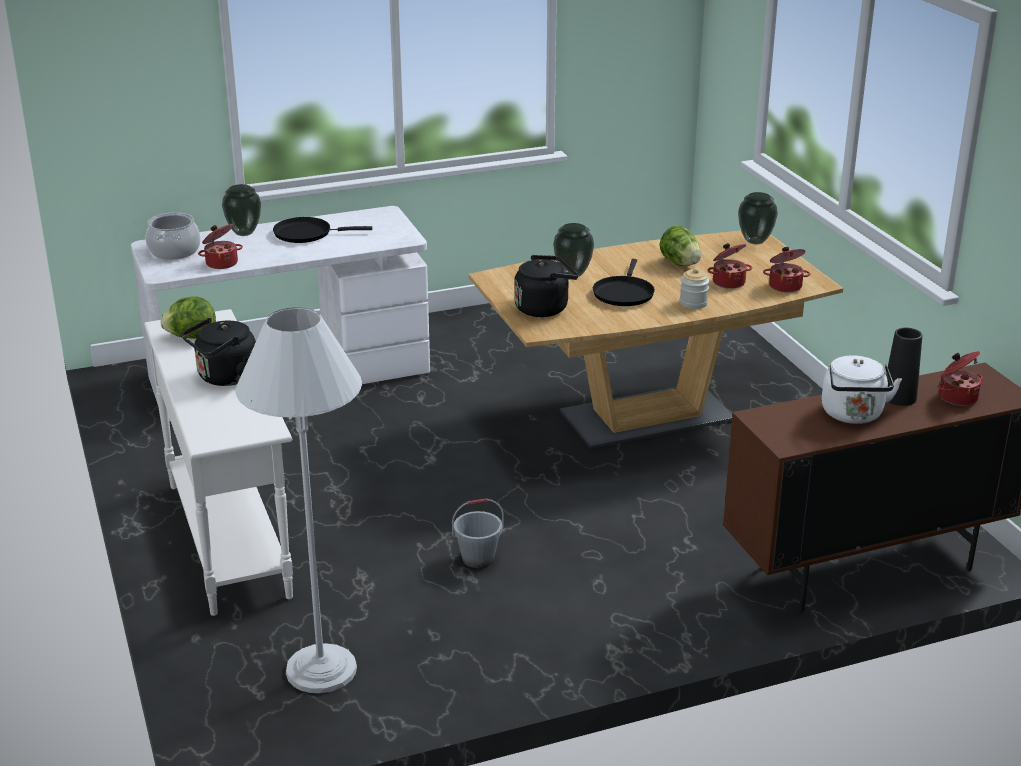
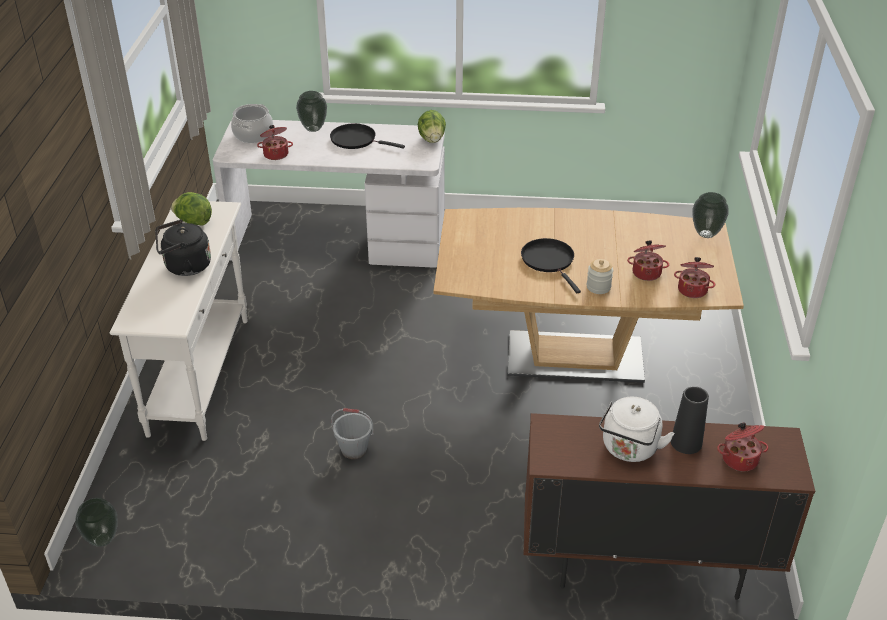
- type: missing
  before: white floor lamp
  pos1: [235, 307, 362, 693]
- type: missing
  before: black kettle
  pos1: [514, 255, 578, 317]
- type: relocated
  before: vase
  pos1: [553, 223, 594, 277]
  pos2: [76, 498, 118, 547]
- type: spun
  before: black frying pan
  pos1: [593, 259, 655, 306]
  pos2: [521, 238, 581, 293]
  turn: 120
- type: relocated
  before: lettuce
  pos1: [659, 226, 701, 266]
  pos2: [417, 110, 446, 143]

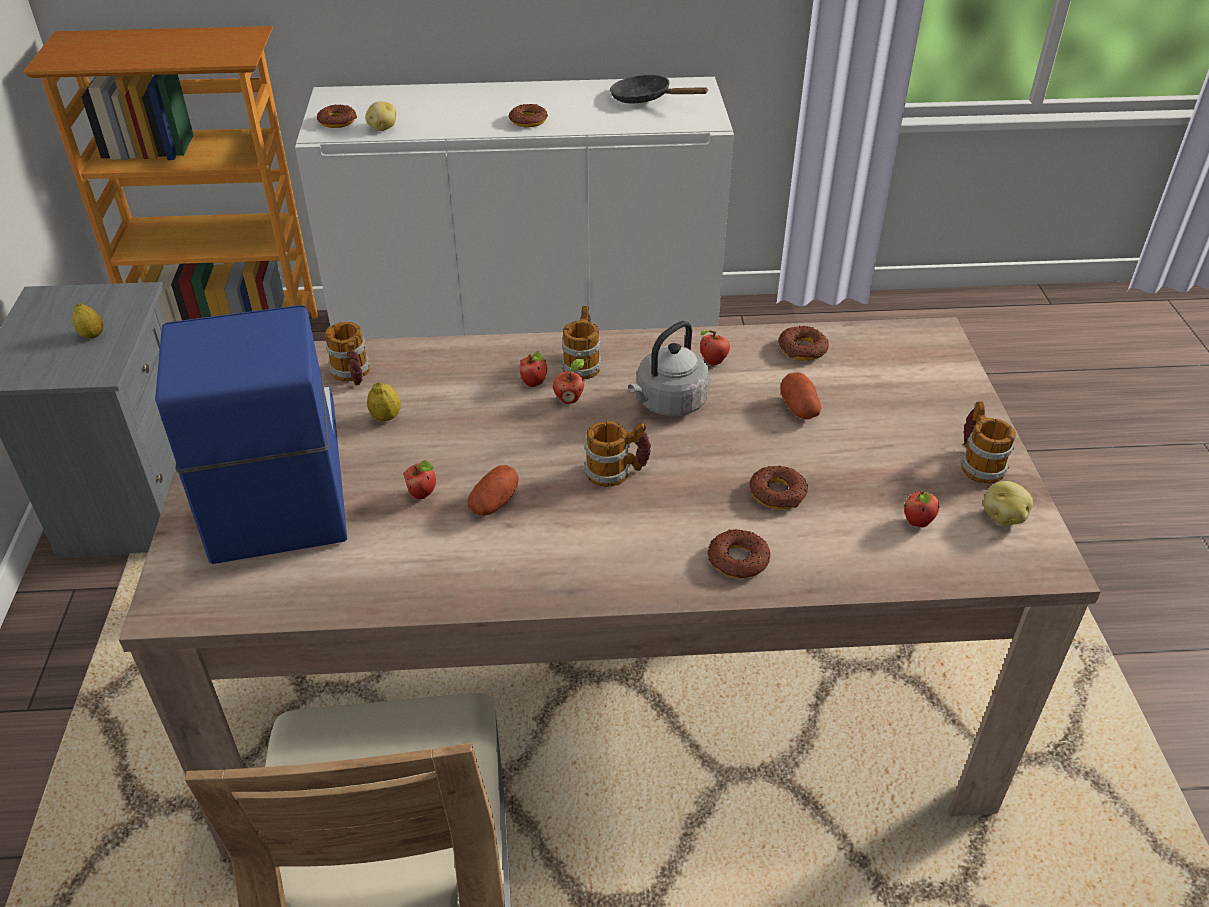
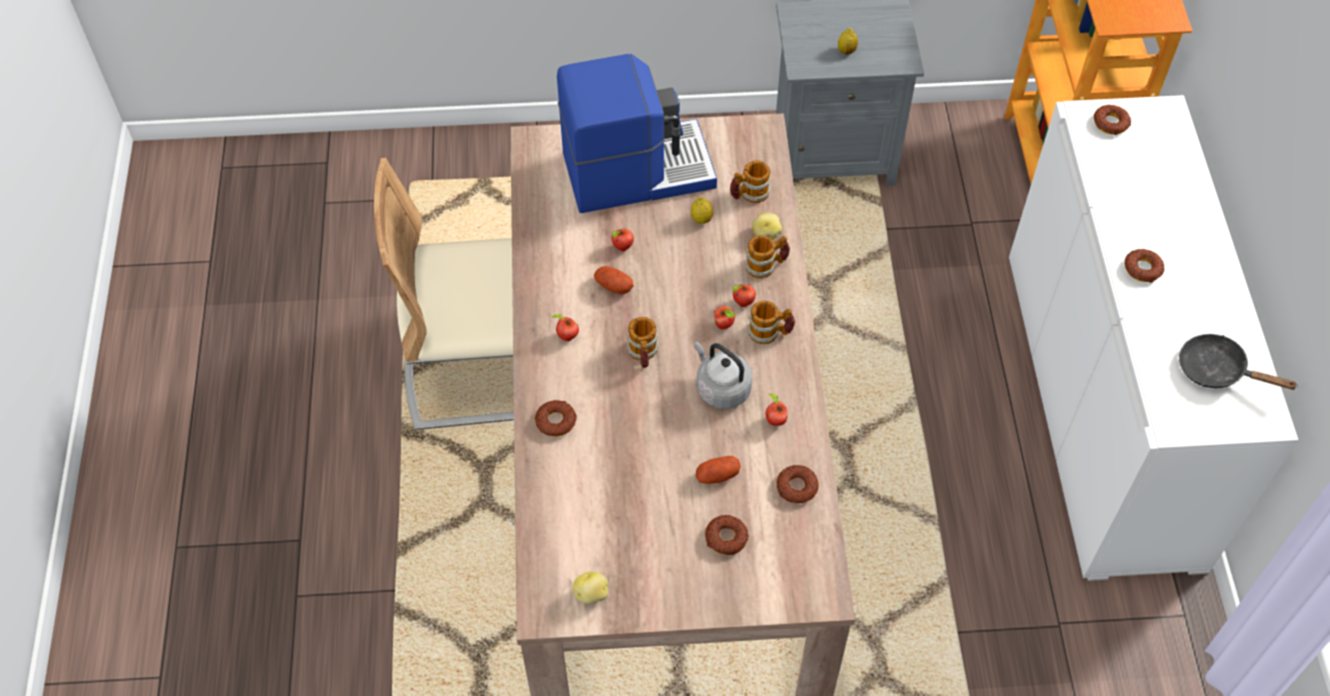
- type: relocated
  before: potato
  pos1: [365, 101, 396, 131]
  pos2: [751, 213, 782, 240]
- type: spun
  before: black frying pan
  pos1: [610, 74, 709, 103]
  pos2: [1179, 334, 1298, 390]
  turn: -90
- type: relocated
  before: donut
  pos1: [749, 466, 808, 509]
  pos2: [705, 515, 749, 555]
- type: relocated
  before: apple
  pos1: [904, 491, 939, 527]
  pos2: [552, 314, 579, 341]
- type: relocated
  before: mug
  pos1: [961, 401, 1016, 484]
  pos2: [745, 235, 790, 278]

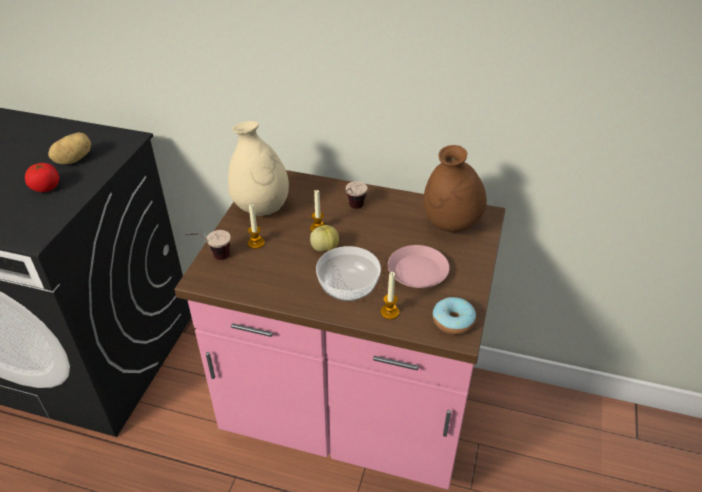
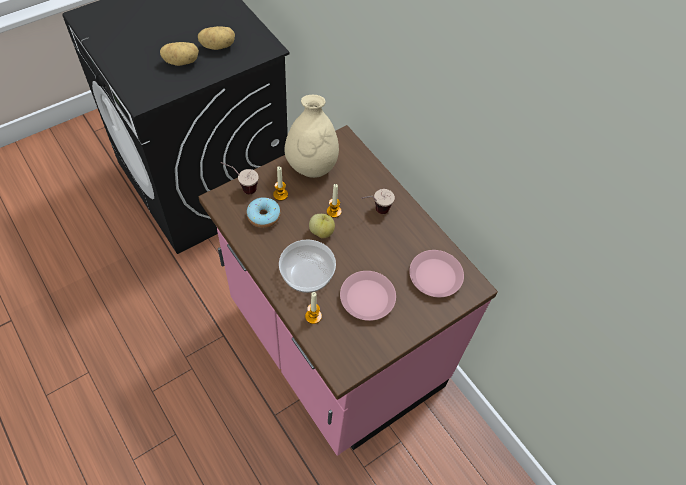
- type: exchanged
  before: tomato
  after: potato
  pos1: [25, 163, 59, 192]
  pos2: [160, 42, 199, 66]
- type: exchanged
  before: brown vase
  after: pink plate
  pos1: [423, 145, 487, 232]
  pos2: [409, 250, 464, 297]
- type: relocated
  before: donut
  pos1: [433, 297, 476, 335]
  pos2: [247, 198, 281, 228]

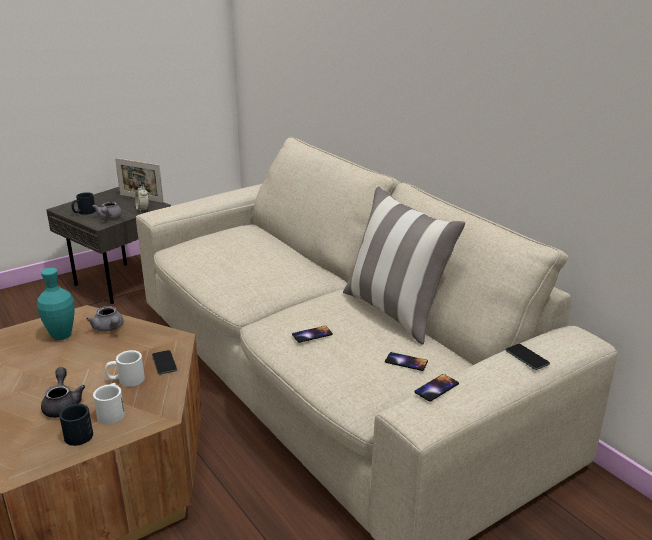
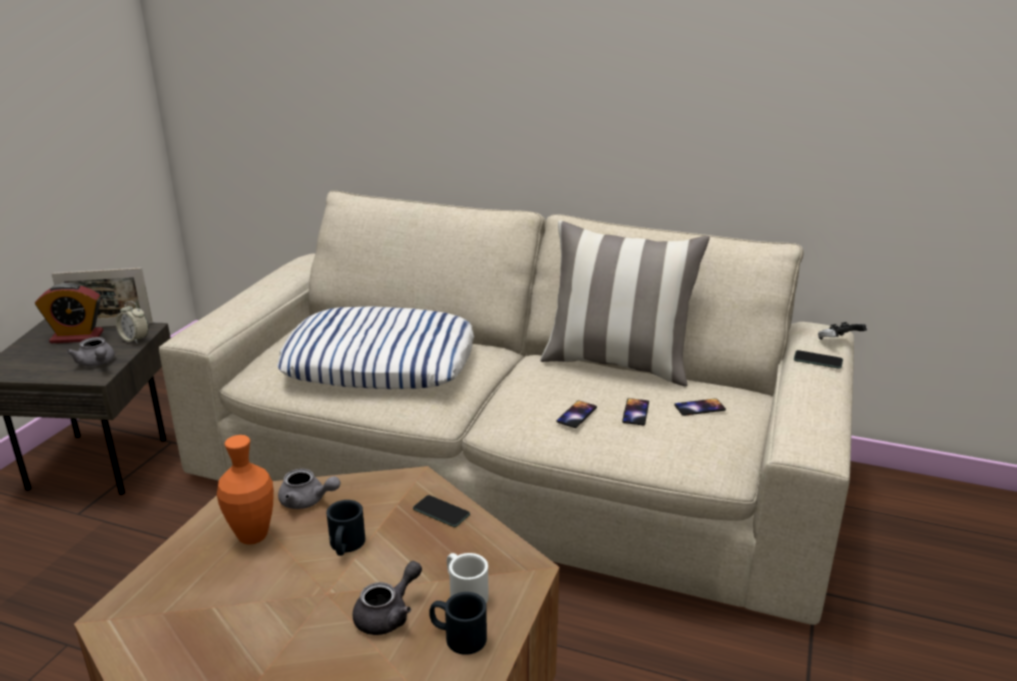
- type: colour
  before: turquoise vase
  after: orange vase
  pos1: [37, 268, 74, 340]
  pos2: [217, 435, 274, 545]
- type: spun
  before: grey teapot
  pos1: [41, 367, 85, 418]
  pos2: [353, 561, 422, 635]
  turn: 90
- type: relocated
  before: black mug
  pos1: [72, 192, 96, 215]
  pos2: [326, 500, 365, 556]
- type: missing
  before: white mug
  pos1: [105, 350, 145, 387]
- type: relocated
  before: phone
  pos1: [414, 374, 459, 402]
  pos2: [622, 398, 649, 425]
- type: appeared
  after: alarm clock
  pos2: [35, 283, 103, 343]
- type: appeared
  after: pillow
  pos2: [277, 307, 474, 389]
- type: appeared
  after: game controller
  pos2: [818, 322, 867, 340]

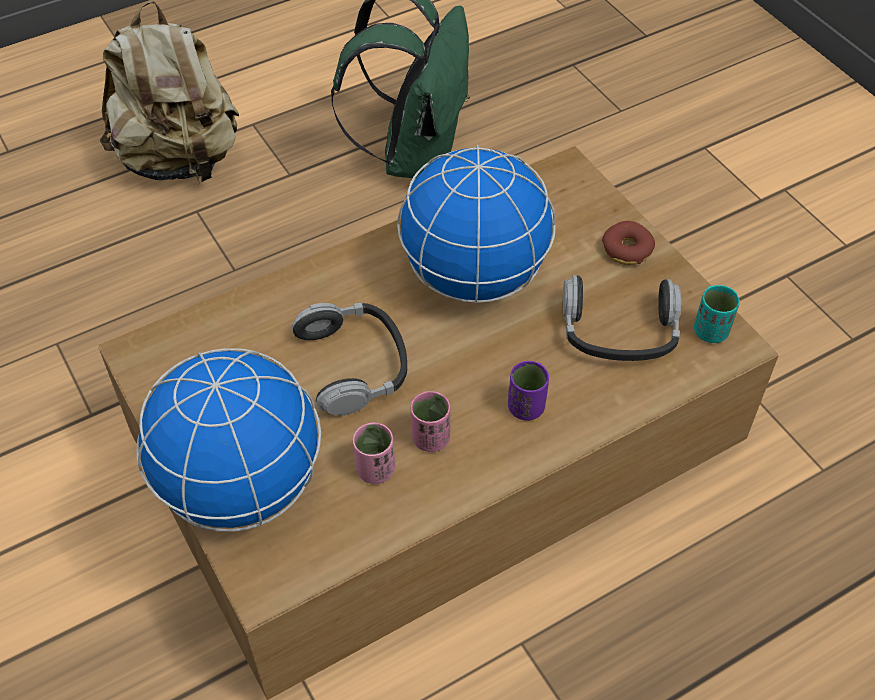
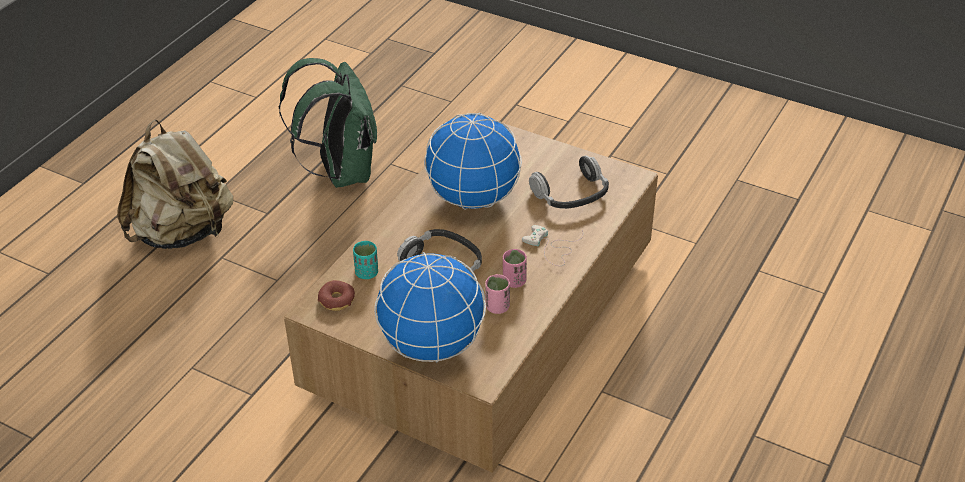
- type: exchanged
  before: purple cup
  after: white game controller
  pos1: [508, 361, 549, 420]
  pos2: [522, 225, 583, 266]
- type: relocated
  before: donut
  pos1: [602, 221, 655, 265]
  pos2: [318, 280, 355, 311]
- type: relocated
  before: turquoise cup
  pos1: [694, 285, 740, 343]
  pos2: [353, 241, 378, 279]

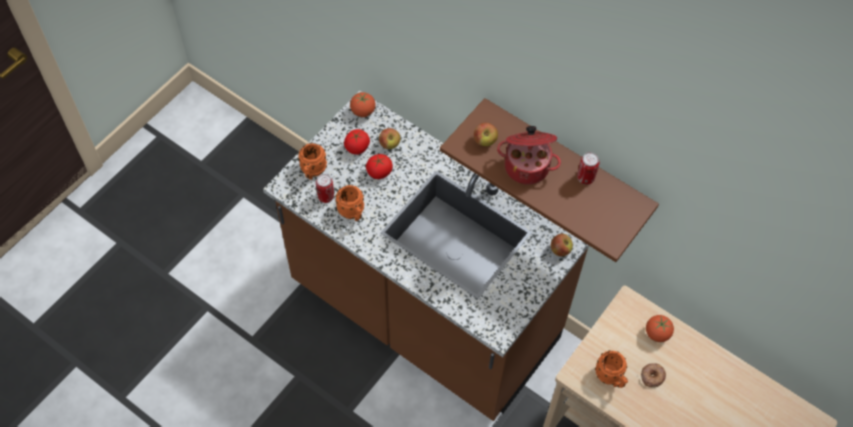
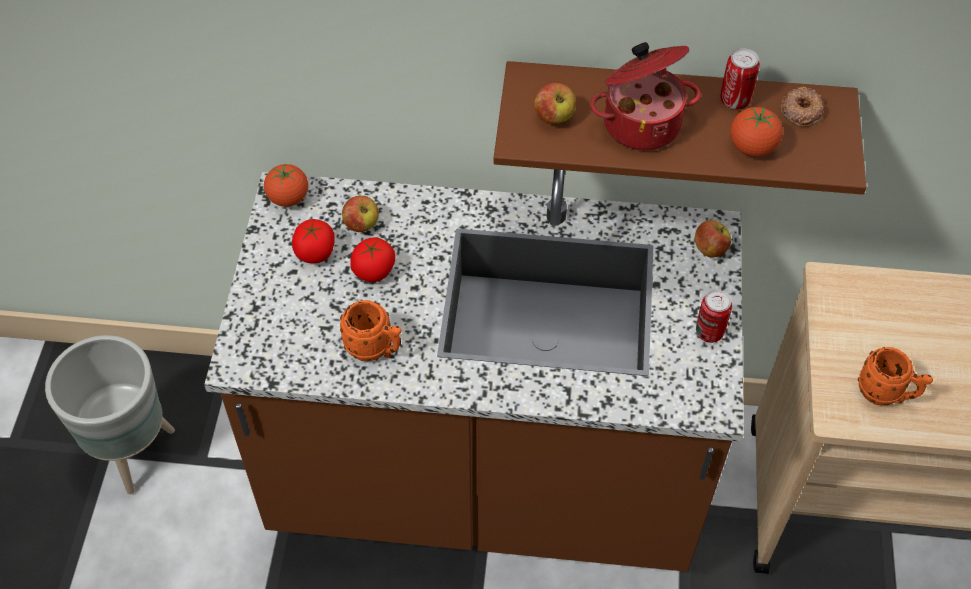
- type: missing
  before: orange mug
  pos1: [298, 143, 327, 180]
- type: relocated
  before: can
  pos1: [316, 174, 334, 203]
  pos2: [696, 290, 732, 343]
- type: relocated
  before: donut
  pos1: [641, 363, 666, 388]
  pos2: [781, 87, 824, 127]
- type: relocated
  before: tomato
  pos1: [646, 315, 674, 342]
  pos2: [730, 107, 783, 157]
- type: appeared
  after: grey planter
  pos2: [45, 335, 175, 494]

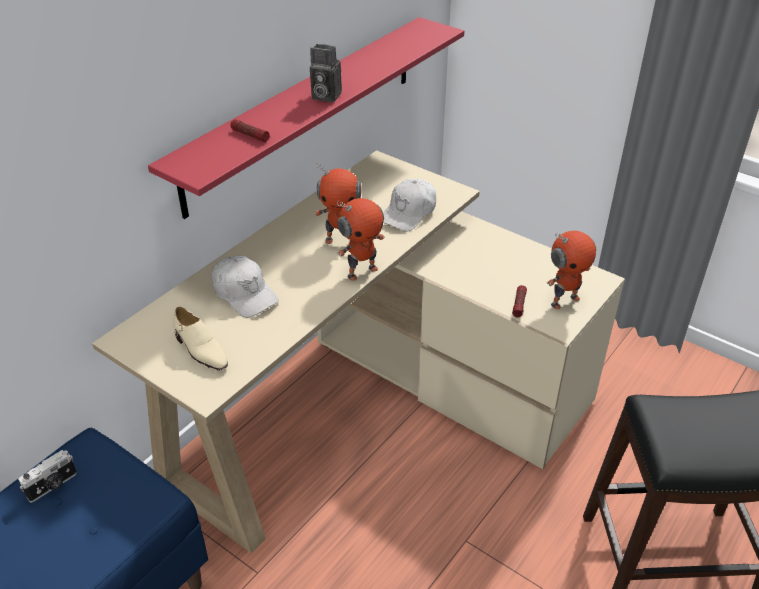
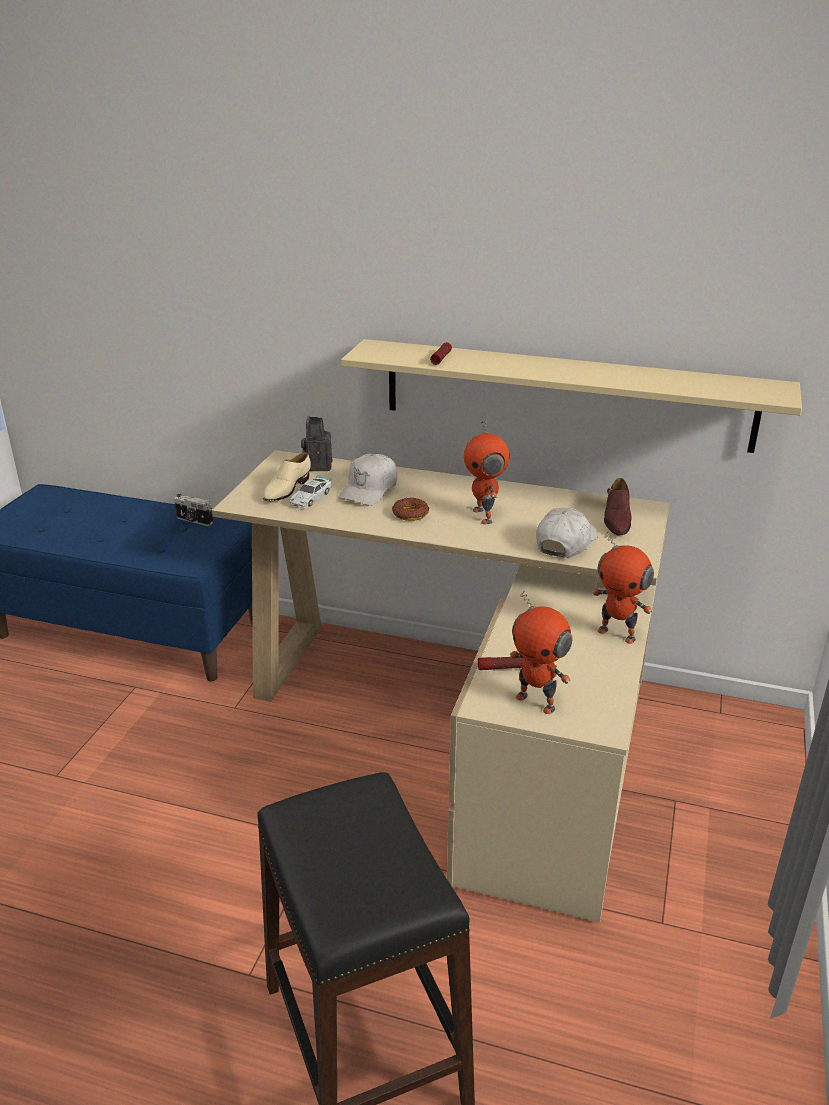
- type: colour
  before: red shelf
  after: beige shelf
  pos1: [148, 17, 464, 219]
  pos2: [341, 339, 802, 453]
- type: relocated
  before: photo camera
  pos1: [310, 44, 342, 102]
  pos2: [301, 416, 333, 471]
- type: relocated
  before: toy robot
  pos1: [337, 198, 385, 281]
  pos2: [592, 532, 654, 644]
- type: spun
  before: white cap
  pos1: [383, 179, 436, 231]
  pos2: [536, 508, 598, 558]
  turn: 105
- type: appeared
  after: toy car
  pos2: [289, 475, 332, 508]
- type: appeared
  after: donut
  pos2: [392, 498, 429, 521]
- type: appeared
  after: brown shoe
  pos2: [604, 478, 632, 535]

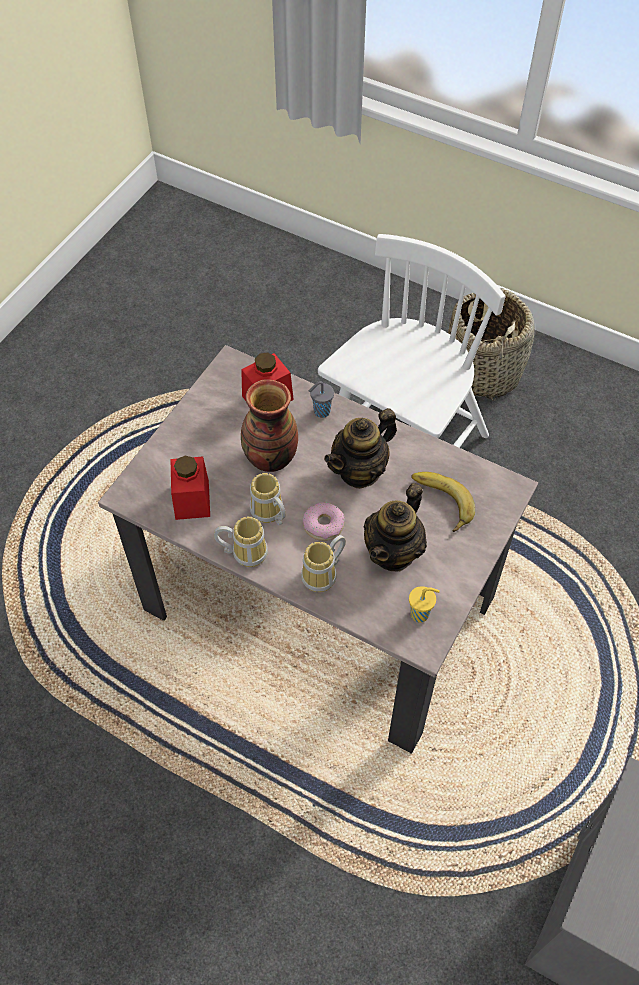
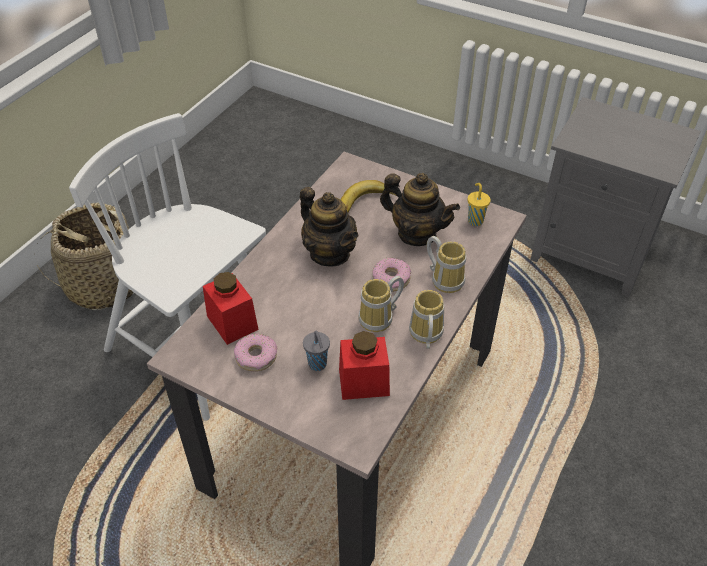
- type: missing
  before: vase
  pos1: [241, 379, 298, 472]
- type: relocated
  before: grey cup
  pos1: [309, 381, 334, 418]
  pos2: [303, 331, 330, 371]
- type: appeared
  after: donut
  pos2: [234, 334, 277, 372]

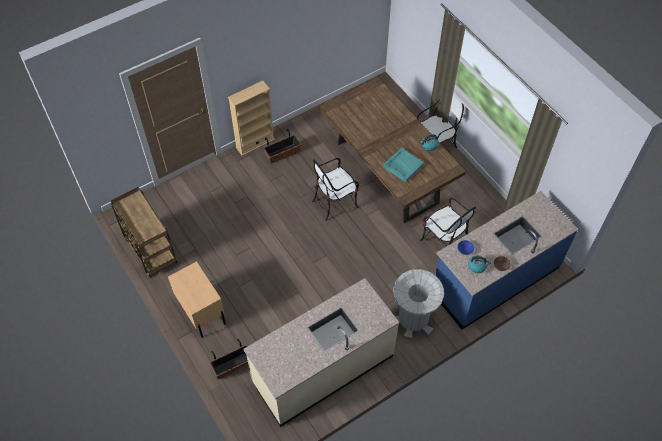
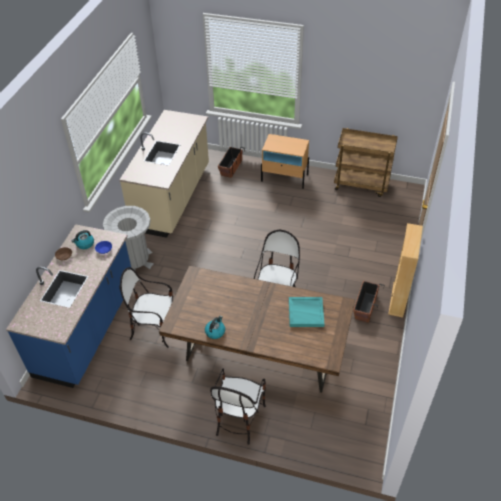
- type: relocated
  before: turquoise tray
  pos1: [383, 148, 424, 182]
  pos2: [289, 297, 324, 327]

